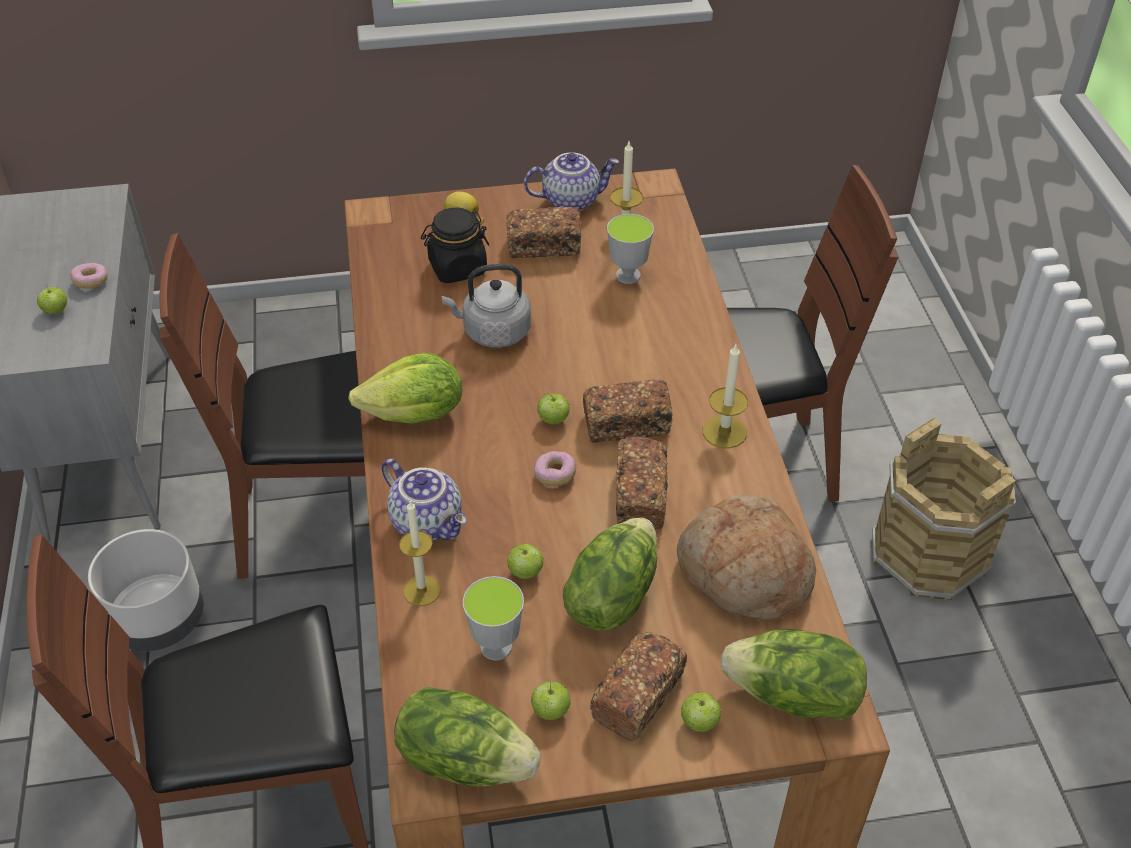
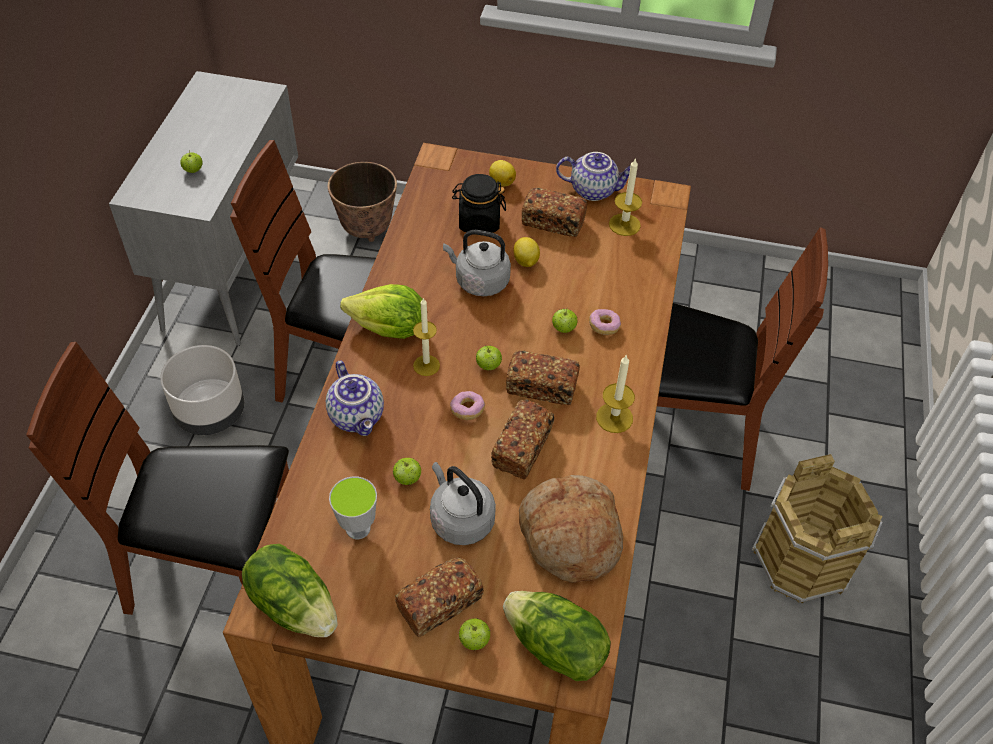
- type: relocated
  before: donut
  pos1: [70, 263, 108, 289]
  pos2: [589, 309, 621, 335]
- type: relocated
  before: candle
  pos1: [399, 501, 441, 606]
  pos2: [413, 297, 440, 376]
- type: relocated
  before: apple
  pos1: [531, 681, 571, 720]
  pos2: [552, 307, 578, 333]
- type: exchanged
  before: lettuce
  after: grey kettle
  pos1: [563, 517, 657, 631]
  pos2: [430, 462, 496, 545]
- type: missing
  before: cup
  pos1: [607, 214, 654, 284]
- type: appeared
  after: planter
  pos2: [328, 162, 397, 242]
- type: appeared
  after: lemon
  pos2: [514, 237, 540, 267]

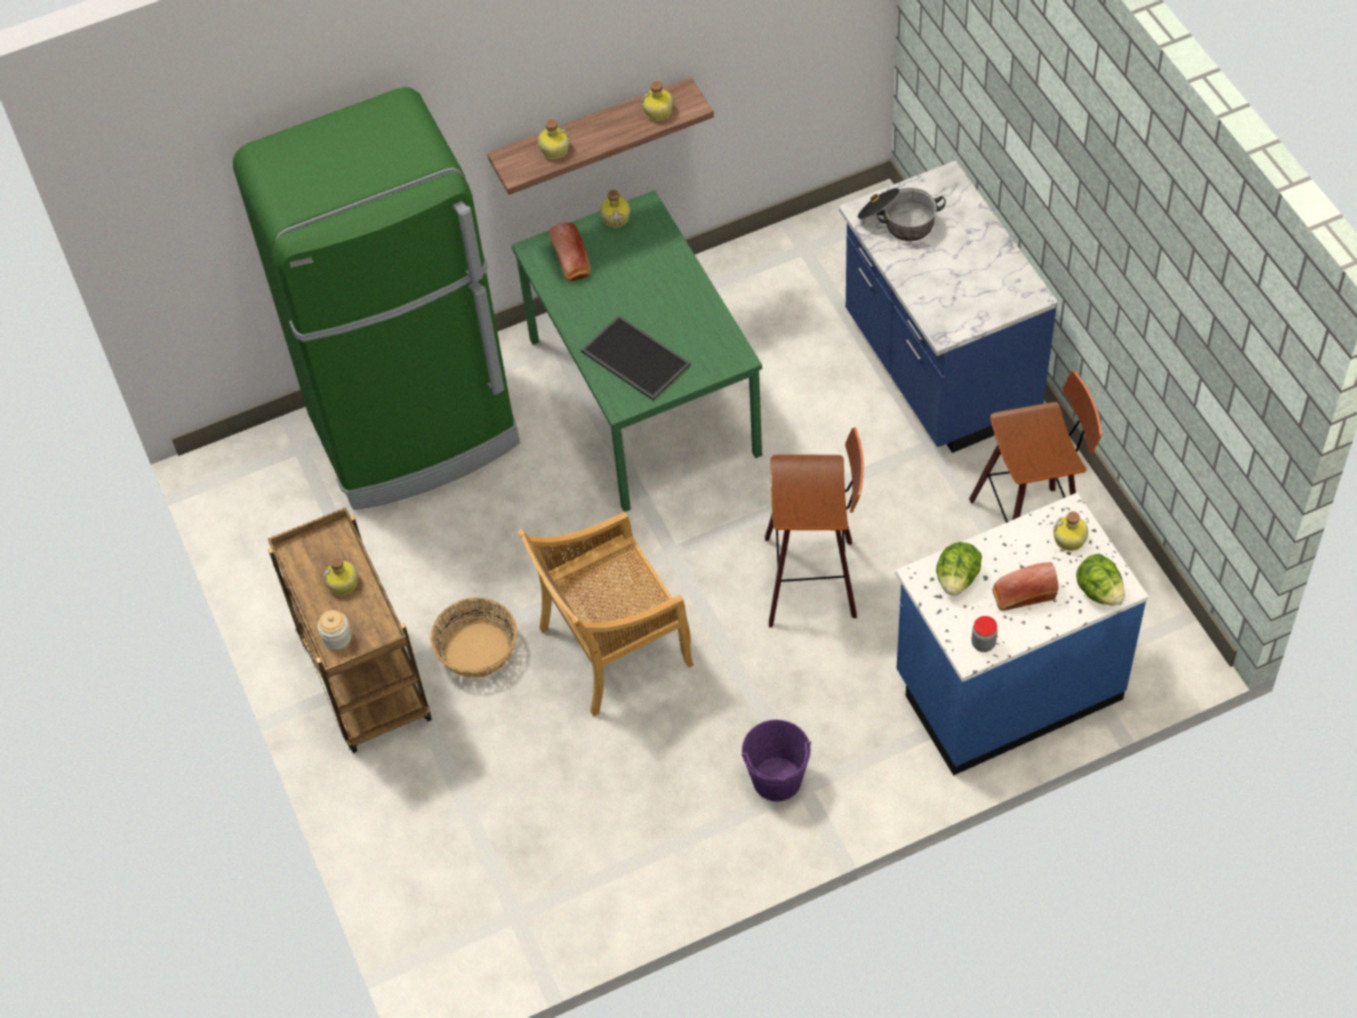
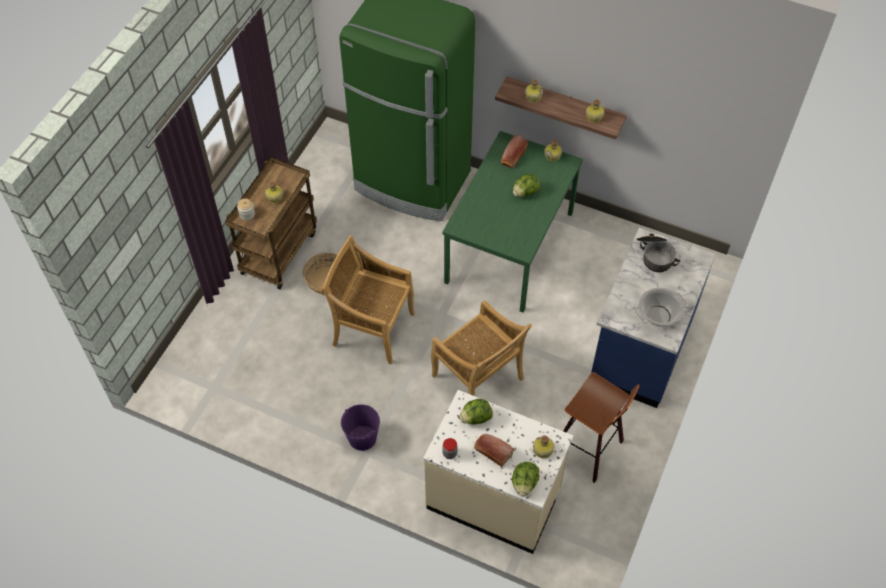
- type: missing
  before: tray
  pos1: [581, 315, 691, 400]
- type: exchanged
  before: stool
  after: beige chair
  pos1: [765, 428, 864, 628]
  pos2: [431, 300, 532, 396]
- type: colour
  before: blue counter
  after: beige counter
  pos1: [896, 493, 1149, 776]
  pos2: [423, 390, 574, 554]
- type: appeared
  after: lettuce
  pos2: [513, 174, 540, 197]
- type: appeared
  after: cooking pot
  pos2: [635, 288, 687, 327]

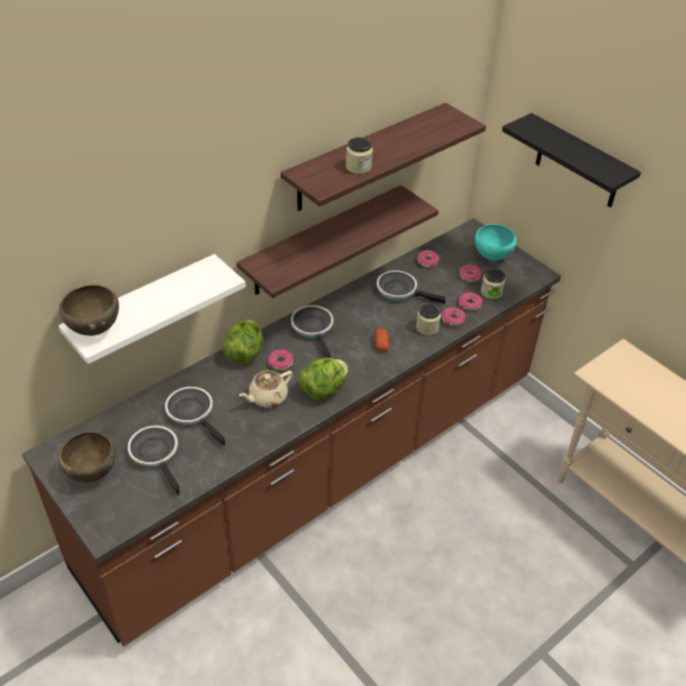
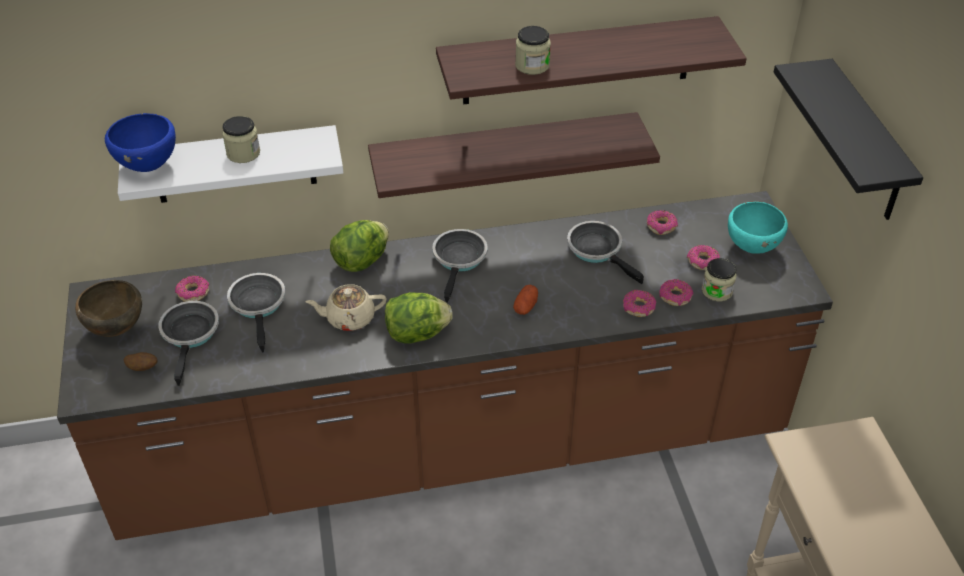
- type: colour
  before: brown bowl
  after: blue bowl
  pos1: [59, 285, 119, 336]
  pos2: [105, 113, 176, 172]
- type: relocated
  before: donut
  pos1: [268, 349, 294, 371]
  pos2: [175, 275, 209, 302]
- type: relocated
  before: jar
  pos1: [416, 303, 441, 335]
  pos2: [222, 116, 260, 163]
- type: appeared
  after: potato
  pos2: [124, 352, 158, 371]

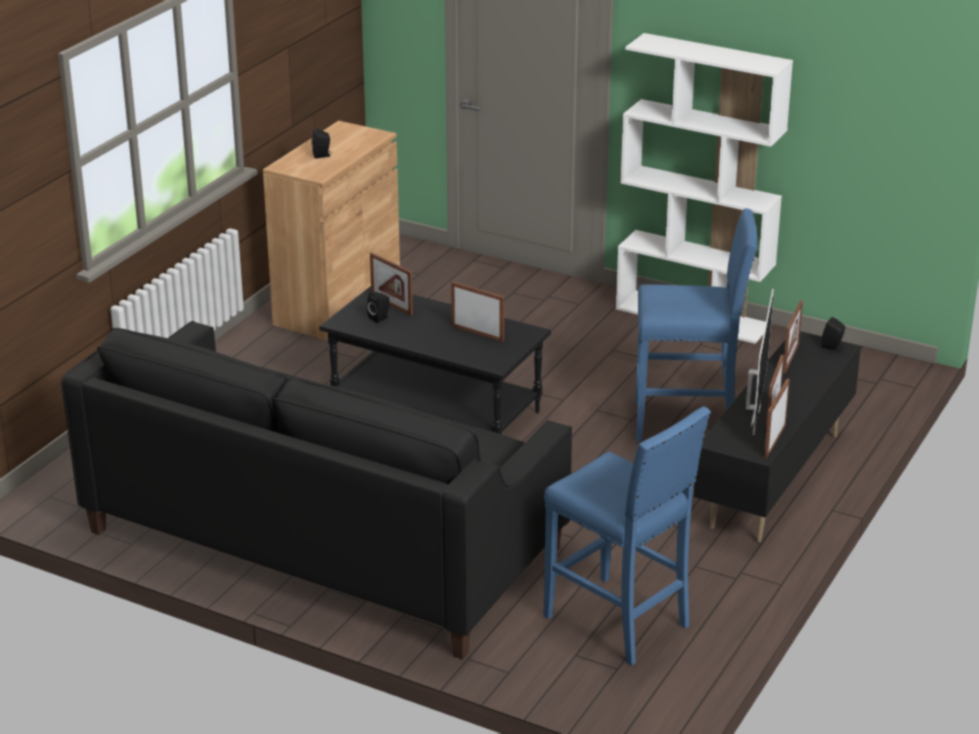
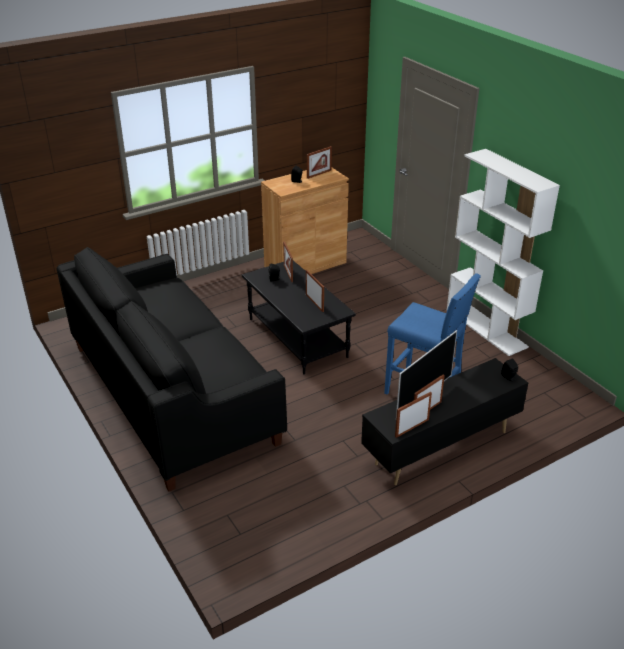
- type: missing
  before: blue stool
  pos1: [543, 406, 711, 666]
- type: relocated
  before: picture frame
  pos1: [783, 300, 803, 374]
  pos2: [307, 146, 332, 179]

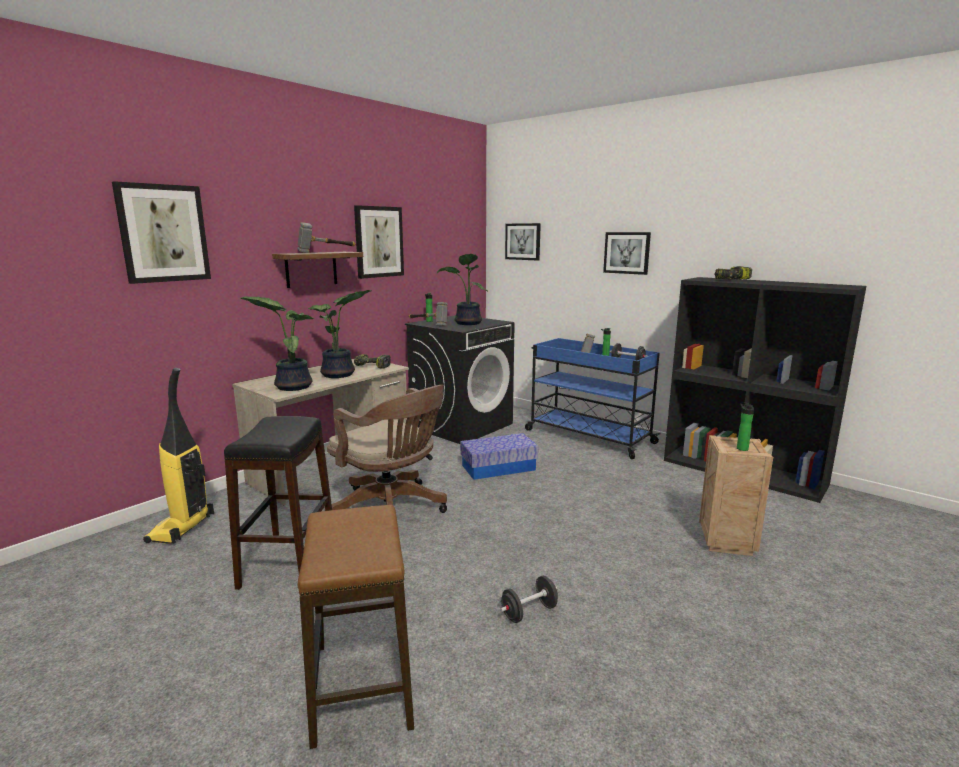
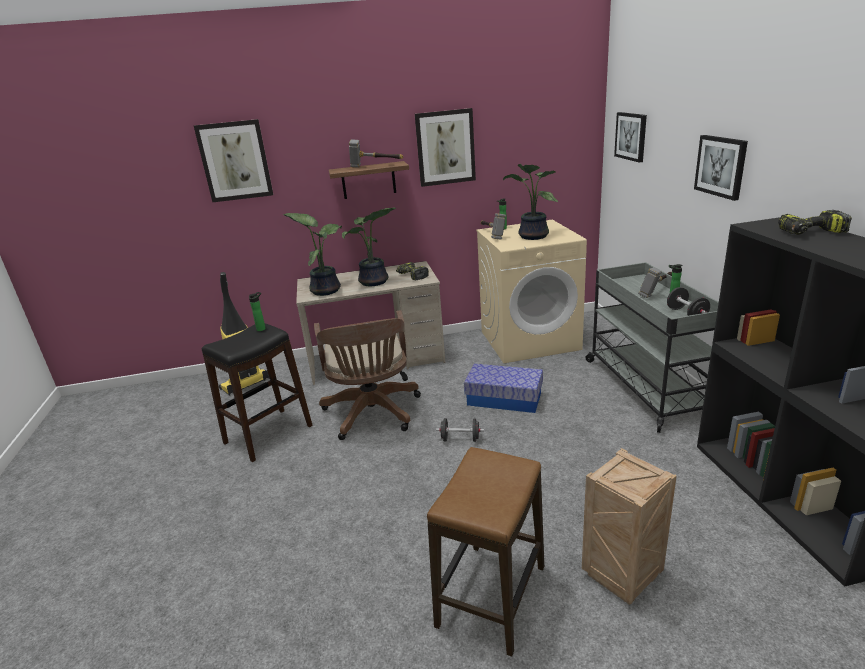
- type: relocated
  before: stool
  pos1: [298, 505, 414, 749]
  pos2: [427, 447, 544, 657]
- type: colour
  before: black washing machine
  after: beige washing machine
  pos1: [405, 315, 515, 444]
  pos2: [476, 220, 587, 363]
- type: relocated
  before: black dumbbell
  pos1: [500, 576, 558, 623]
  pos2: [436, 418, 484, 442]
- type: colour
  before: blue cart
  after: grey cart
  pos1: [525, 338, 660, 459]
  pos2: [585, 262, 719, 433]
- type: relocated
  before: bottle
  pos1: [737, 403, 754, 451]
  pos2: [249, 292, 266, 331]

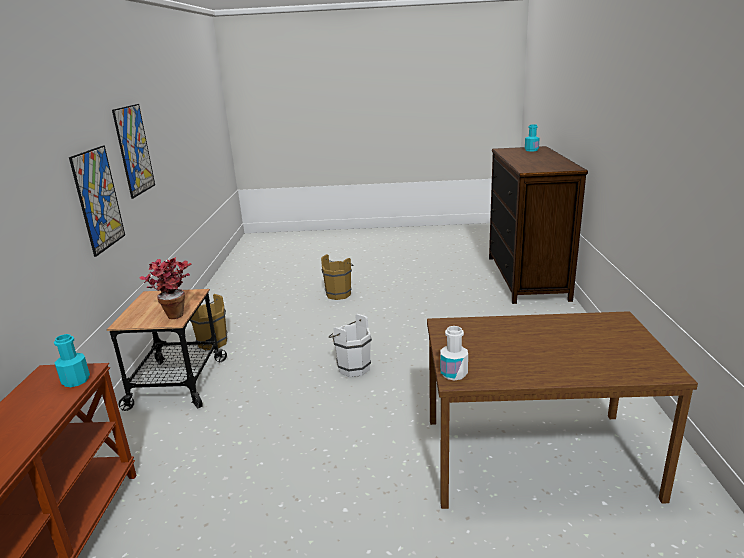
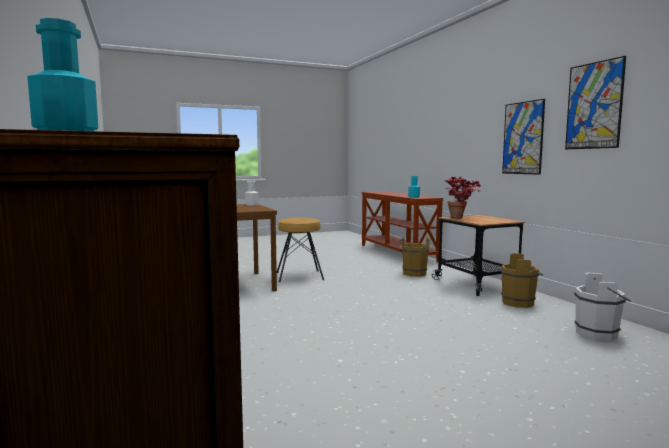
- type: relocated
  before: brown bucket
  pos1: [321, 254, 353, 300]
  pos2: [400, 236, 431, 277]
- type: relocated
  before: white bucket
  pos1: [329, 314, 372, 377]
  pos2: [574, 273, 631, 341]
- type: appeared
  after: brown stool
  pos2: [277, 218, 324, 282]

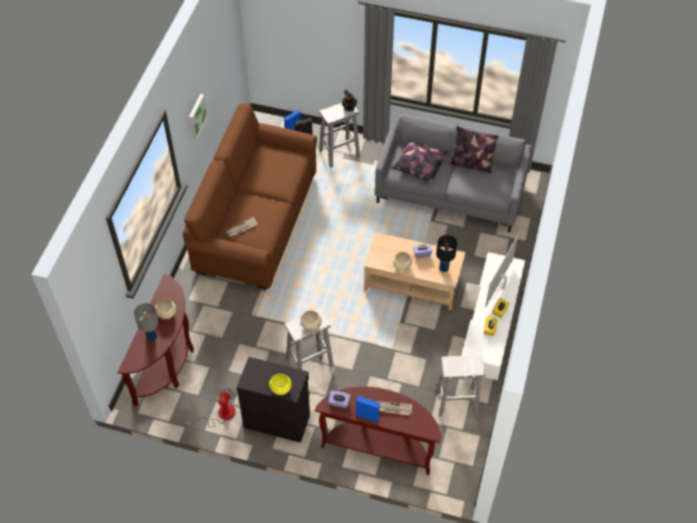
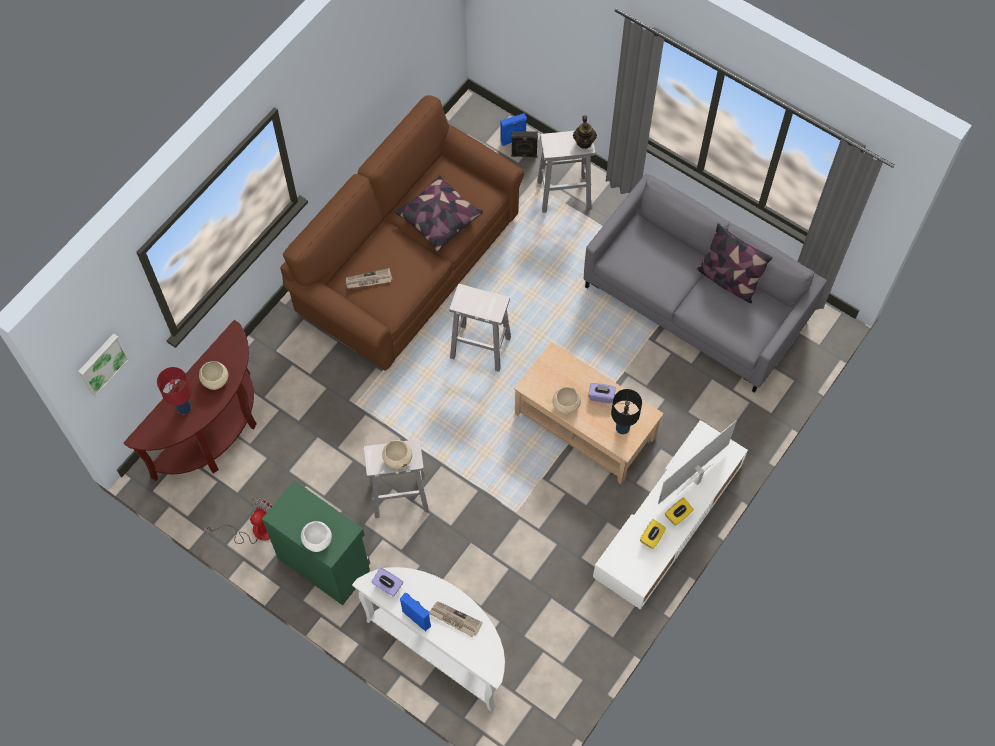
- type: colour
  before: grey table lamp
  after: red table lamp
  pos1: [134, 303, 159, 342]
  pos2: [157, 367, 192, 414]
- type: relocated
  before: picture
  pos1: [189, 94, 208, 140]
  pos2: [78, 333, 130, 397]
- type: colour
  before: black cabinet
  after: green cabinet
  pos1: [237, 357, 310, 443]
  pos2: [262, 480, 370, 605]
- type: colour
  before: yellow bowl
  after: white bowl
  pos1: [269, 374, 291, 395]
  pos2: [301, 521, 332, 552]
- type: colour
  before: brown console table
  after: white console table
  pos1: [315, 387, 441, 475]
  pos2: [352, 567, 505, 711]
- type: relocated
  before: pillow
  pos1: [392, 141, 448, 183]
  pos2: [394, 175, 483, 252]
- type: relocated
  before: white stool
  pos1: [436, 355, 485, 416]
  pos2: [449, 284, 511, 372]

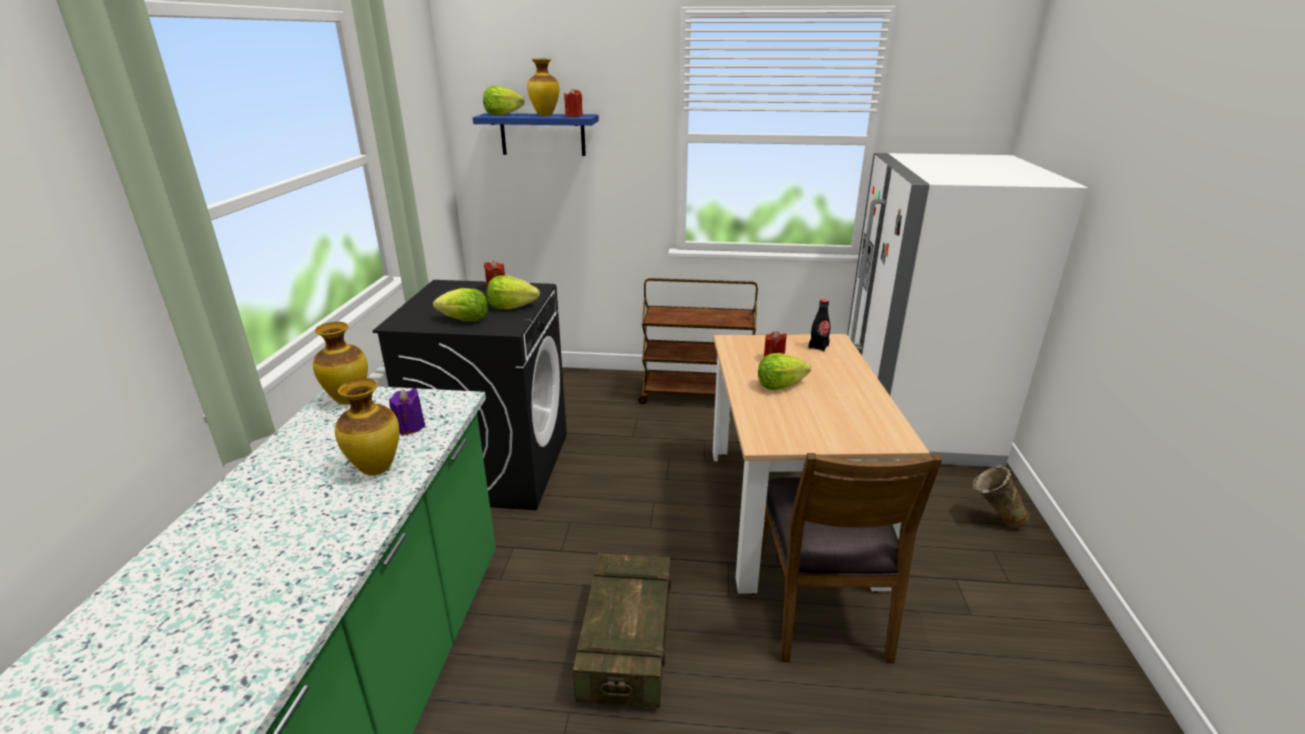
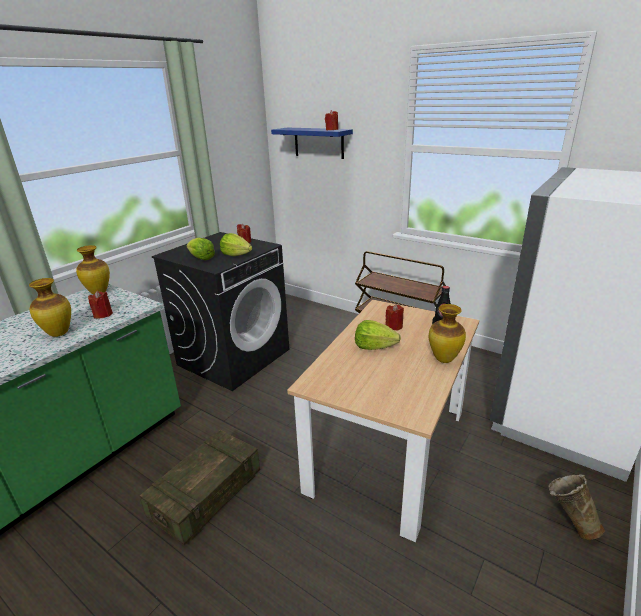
- type: colour
  before: purple candle
  after: red candle
  pos1: [389, 388, 425, 435]
  pos2: [88, 291, 113, 318]
- type: missing
  before: lettuce
  pos1: [483, 86, 524, 115]
- type: relocated
  before: vase
  pos1: [527, 59, 559, 116]
  pos2: [429, 304, 466, 363]
- type: missing
  before: brown chair
  pos1: [761, 453, 942, 663]

